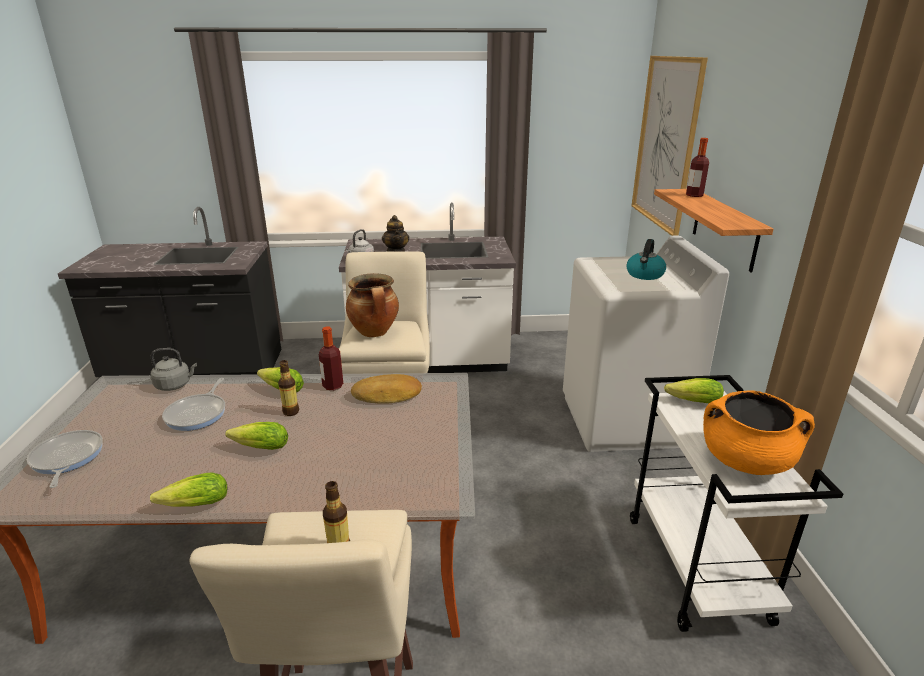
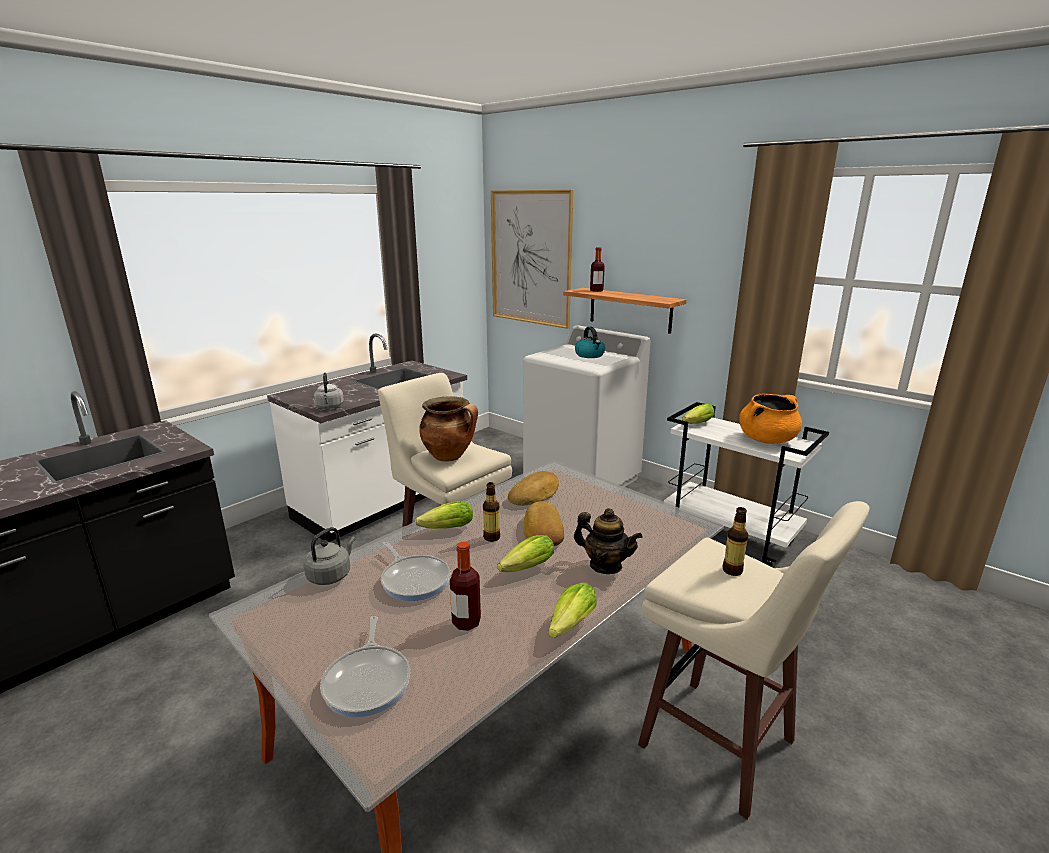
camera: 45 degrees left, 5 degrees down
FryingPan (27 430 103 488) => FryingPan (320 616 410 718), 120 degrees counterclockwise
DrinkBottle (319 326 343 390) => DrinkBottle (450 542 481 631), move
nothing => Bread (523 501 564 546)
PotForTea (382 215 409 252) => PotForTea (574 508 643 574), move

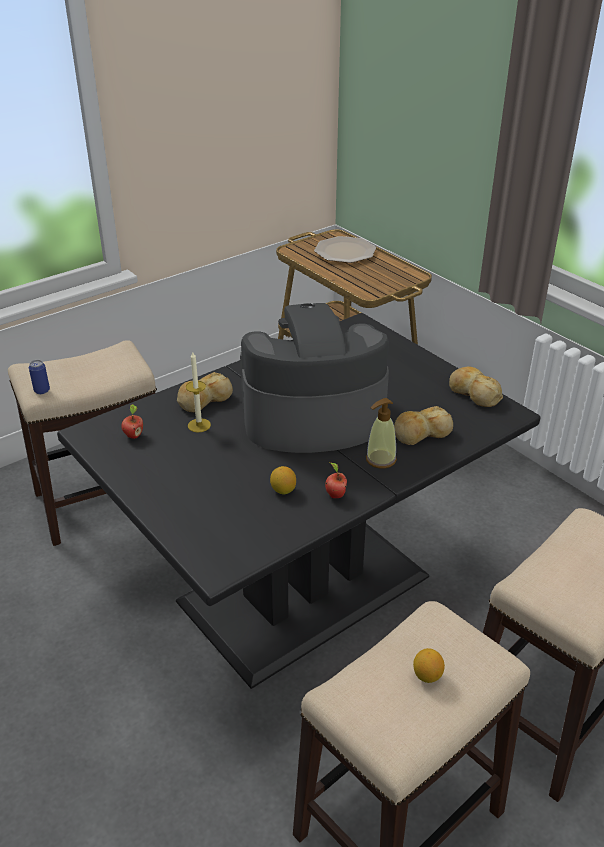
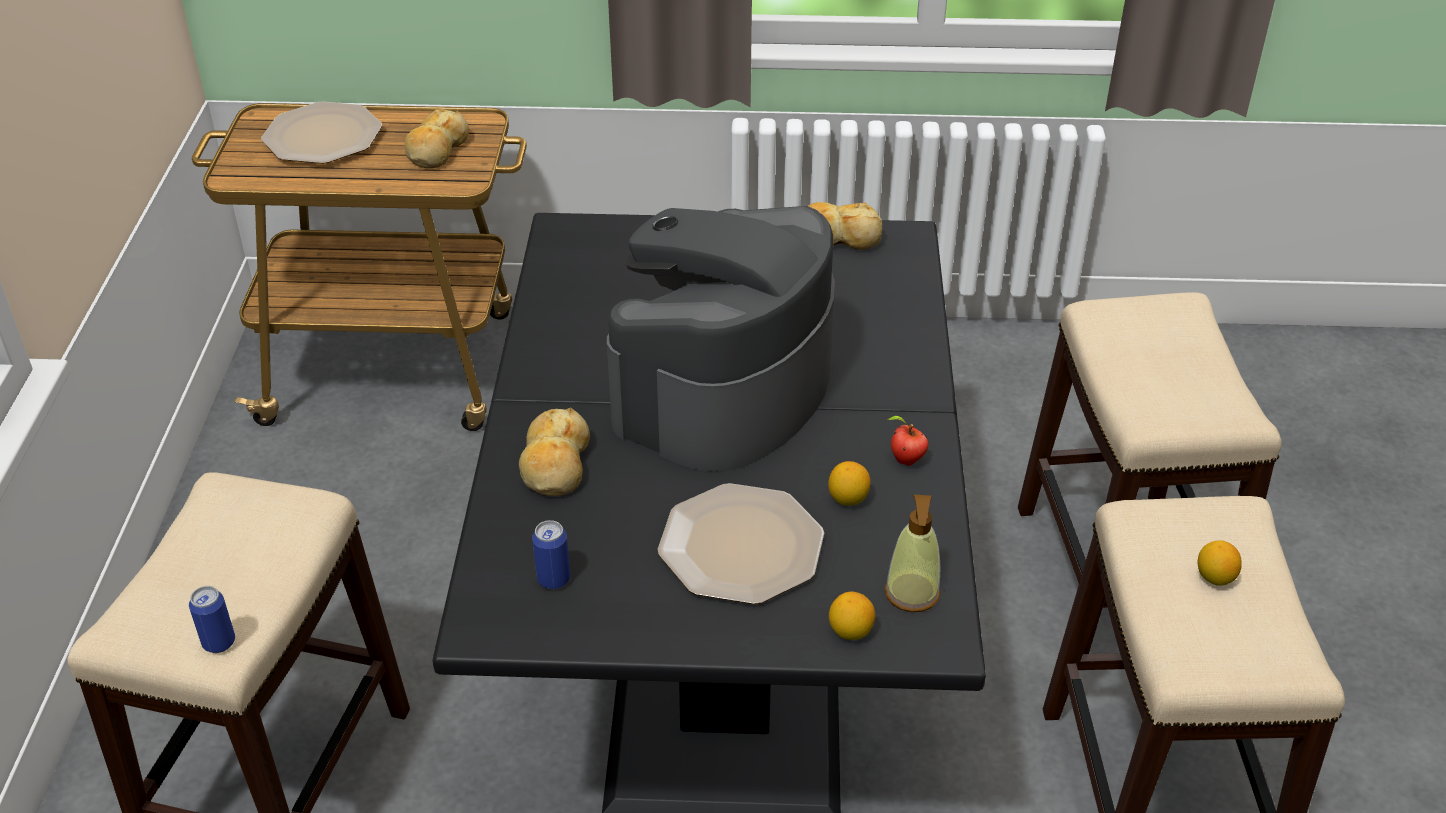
camera: 50 degrees left, 5 degrees up
Bread (394 406 453 445) => Bread (405 109 469 168), move
WholeApple (121 404 143 439) => SealedCan (532 520 570 590)
nothing => DinnerPlate (658 483 824 604)
nothing => WholeLemon (829 592 875 640)
LiquidSoapBottle (366 398 397 468) => LiquidSoapBottle (884 494 940 612), move
WaxCandle (186 352 211 432) => nothing

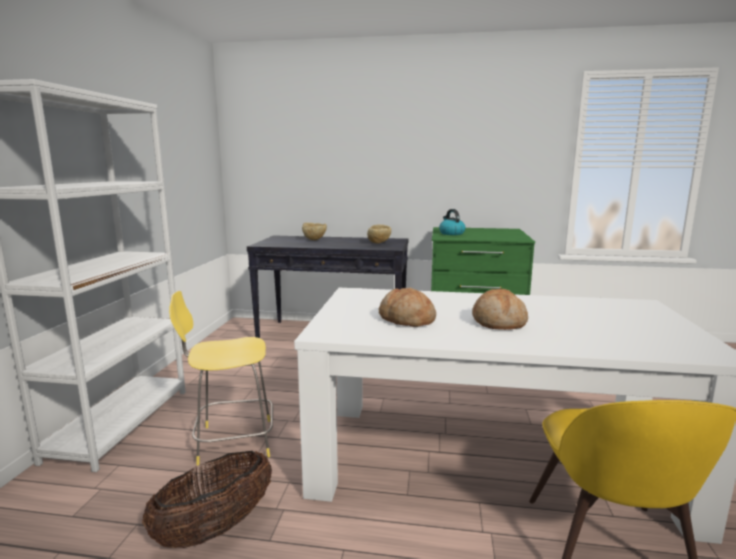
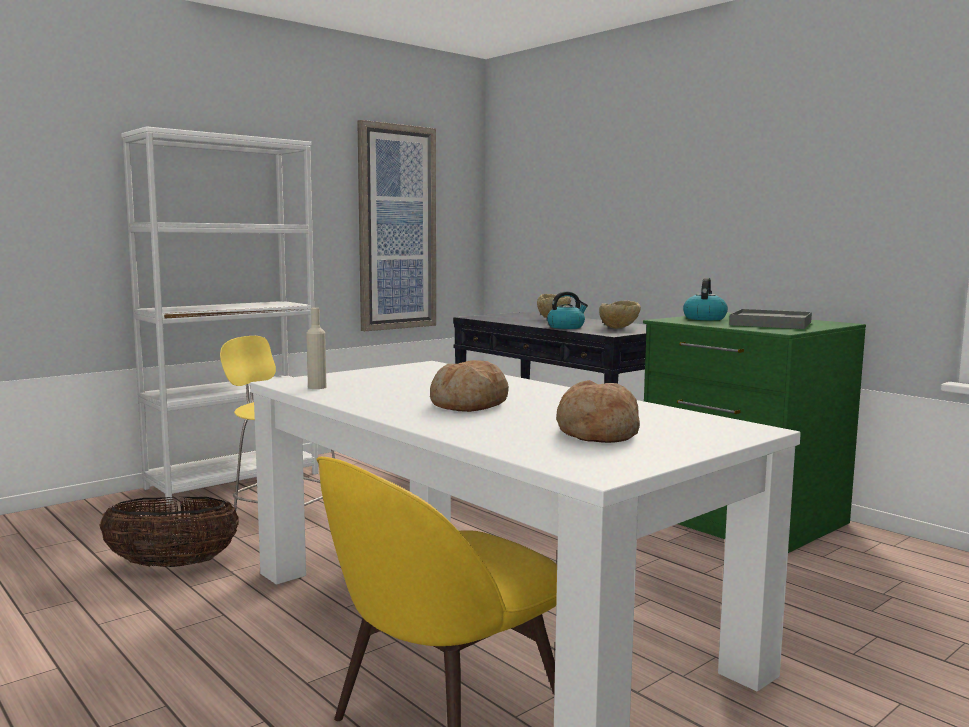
camera: 40 degrees right, 5 degrees down
nothing => BeigeColouredDrinkBottle (306 308 326 389)
nothing => WallArt (357 120 436 331)
nothing => Kettle (547 291 588 329)
Bread (379 288 436 327) => Bread (556 380 640 443), move
nothing => GreyTray (729 309 812 329)

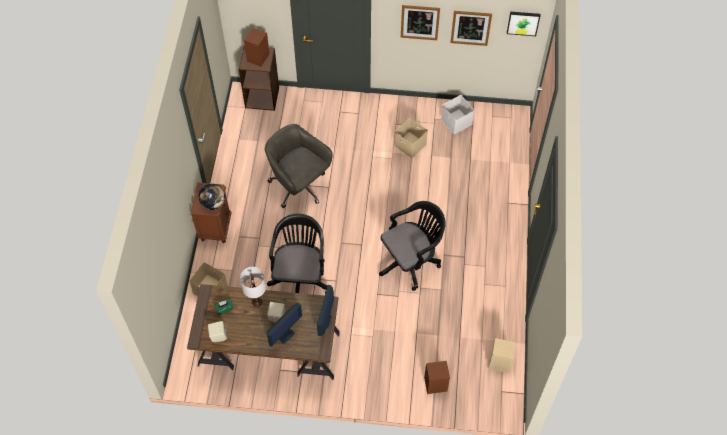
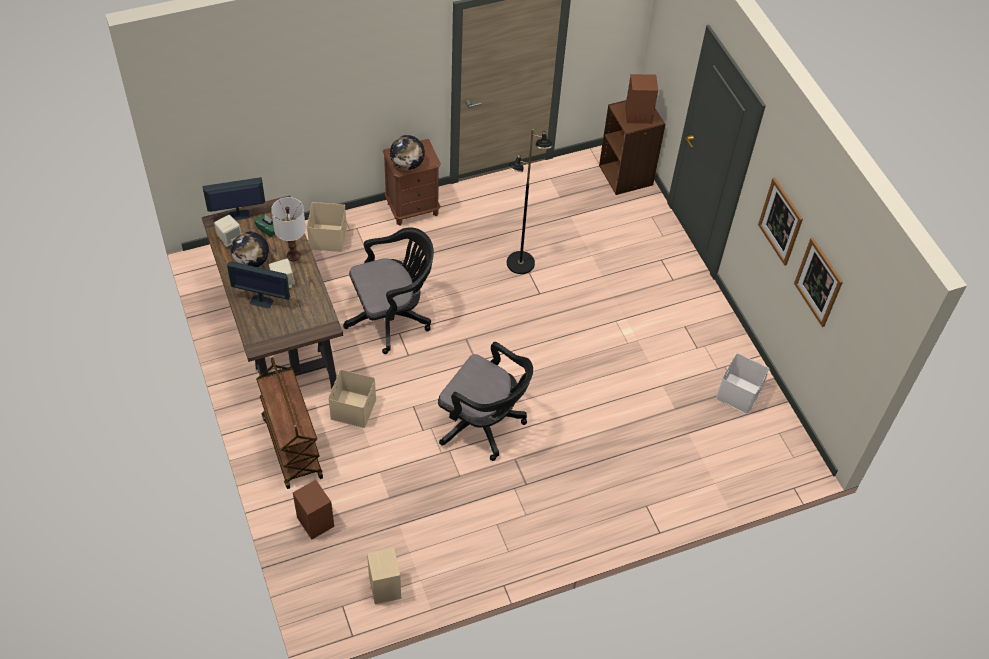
camera: 60 degrees right, 5 degrees down
ComputerDisplay (317 285 334 336) => ComputerDisplay (202 177 265 220), move
nothing => DeskGlobe (231 232 269 267)
nothing => BrownColouredTrolley (256 357 323 489)
BeigeColouredStorageBin (394 118 428 158) => BeigeColouredStorageBin (328 369 376 428), move
GreyDeskChair (265 124 333 208) => BlackColouredStandingLamp (507 129 552 274)
WallArt (507 12 540 36) => nothing

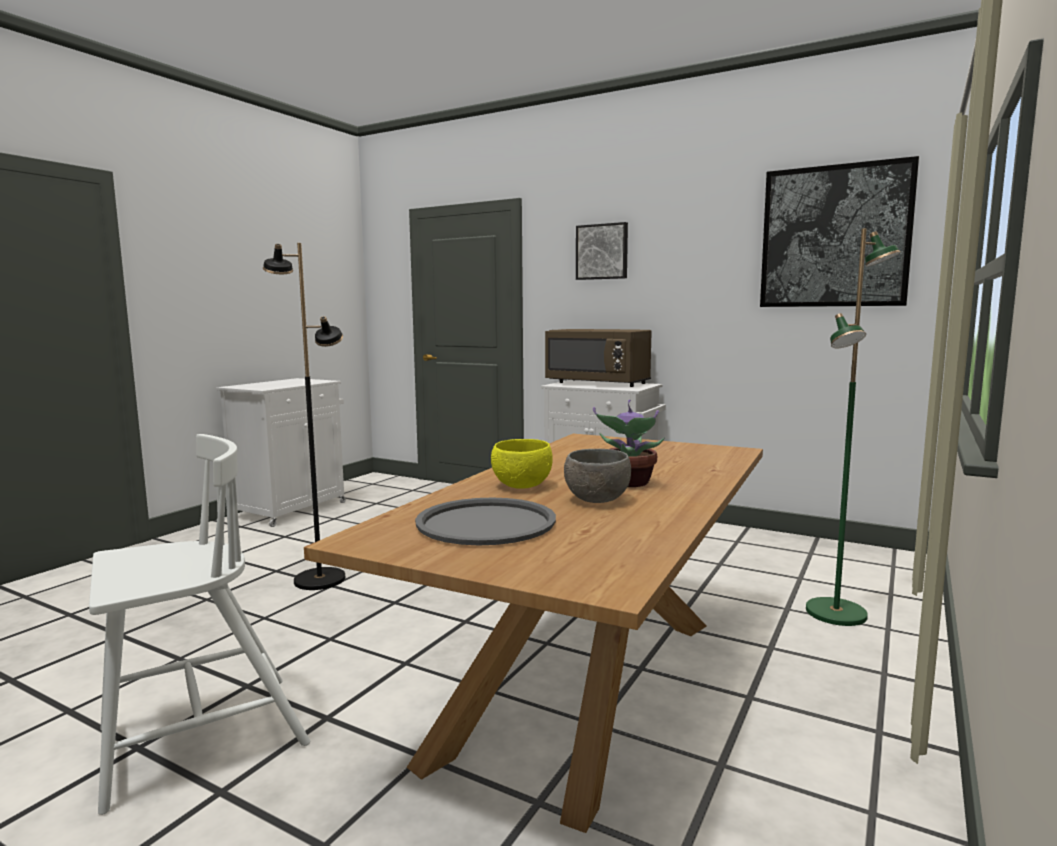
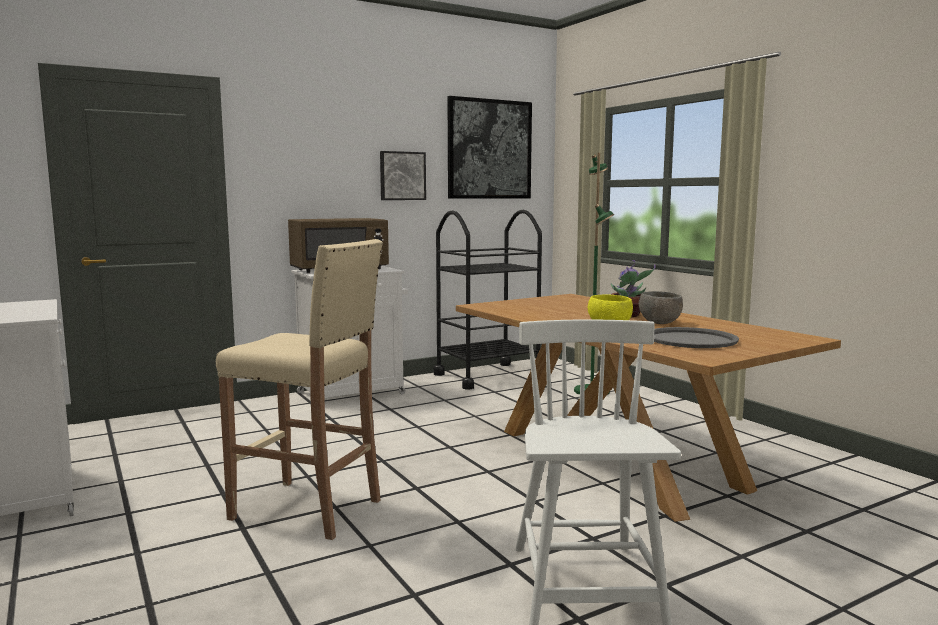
camera: 60 degrees left, 0 degrees up
BlackColouredStandingLamp (263 243 345 590) => BeigeColouredStoolSeat (216 239 383 540)
WallArt (576 222 628 280) => WallArt (380 151 426 200), move
nothing => BlackColouredTrolley (434 210 542 390)

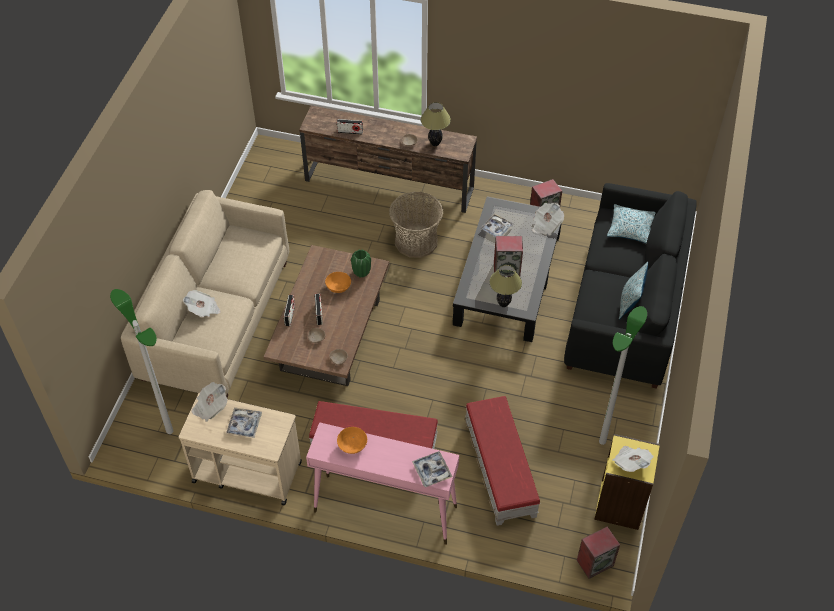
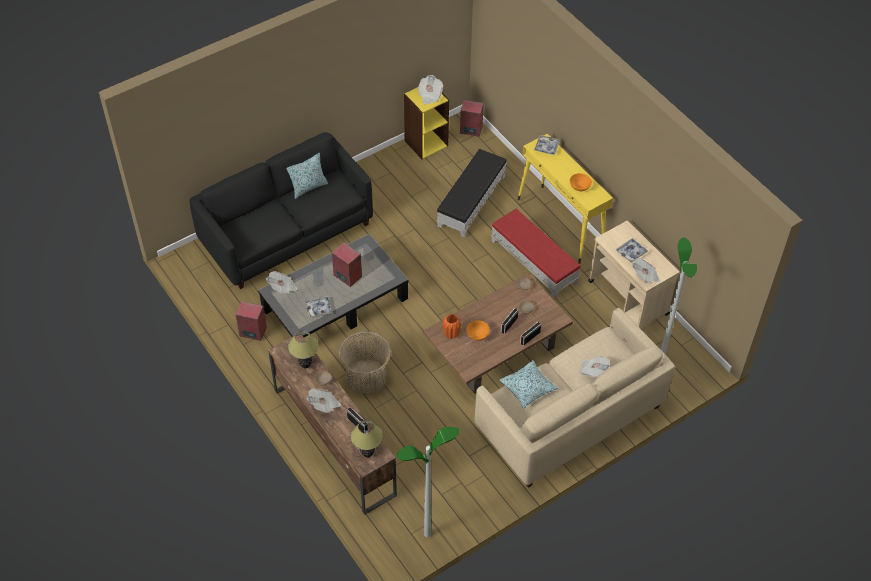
camera: 140 degrees left, 0 degrees up
nothing => Newspaper (306 388 341 413)
LampForATable (489 265 522 307) => LampForATable (351 420 383 458), move
StandingLamp (599 306 647 445) => StandingLamp (396 427 460 537), move
RedOttoman (464 396 540 526) => BlackColouredOttoman (437 149 507 238)
GreenColouredFlowerVase (351 250 371 278) => OrangeFlowerVase (443 314 461 339)
Cushion (607 204 655 243) => Cushion (500 360 557 409), move
PinkishHallTable (306 422 459 545) => YellowHallTable (518 134 613 264)

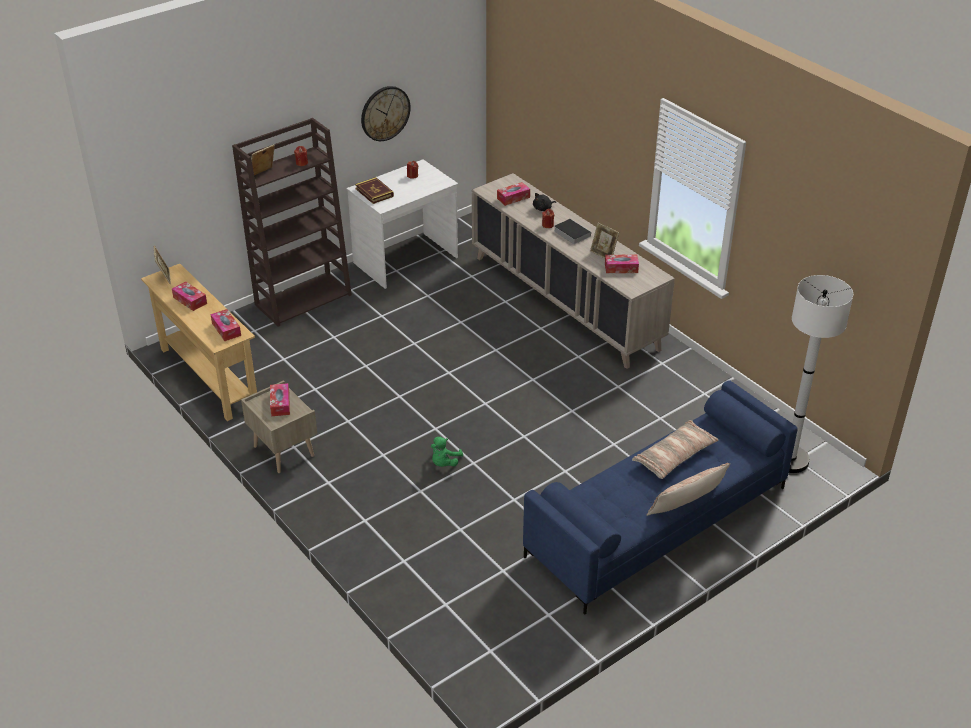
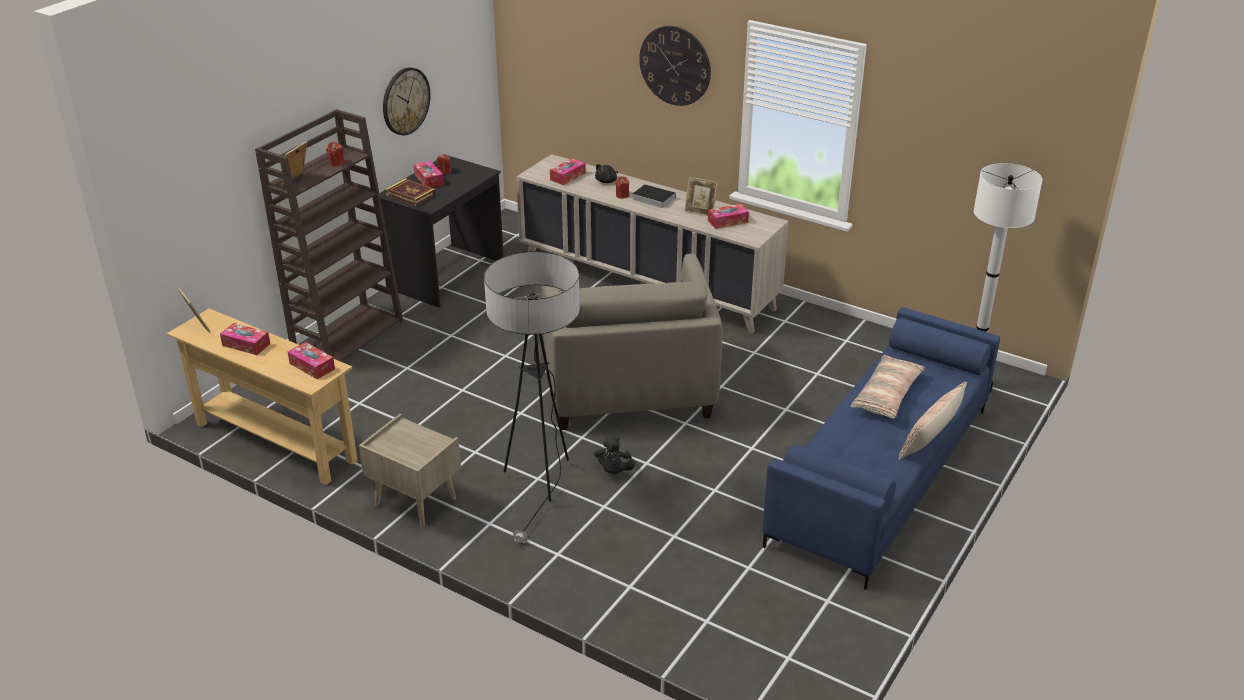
camera: 20 degrees left, 5 degrees down
WhiteDeskTable (347 159 458 289) => BlackColouredDeskTable (379 155 504 308)
BoxOfTissues (270 383 290 416) => BoxOfTissues (414 161 444 188), move
nothing => StandingLamp (484 251 580 543)
nothing => BeigeColouredArmchair (541 254 722 430)
GreenColouredCuddlyToy (431 437 463 467) => BlackColouredCuddlyToy (594 437 635 474)
nothing => WallClock (639 26 711 106)

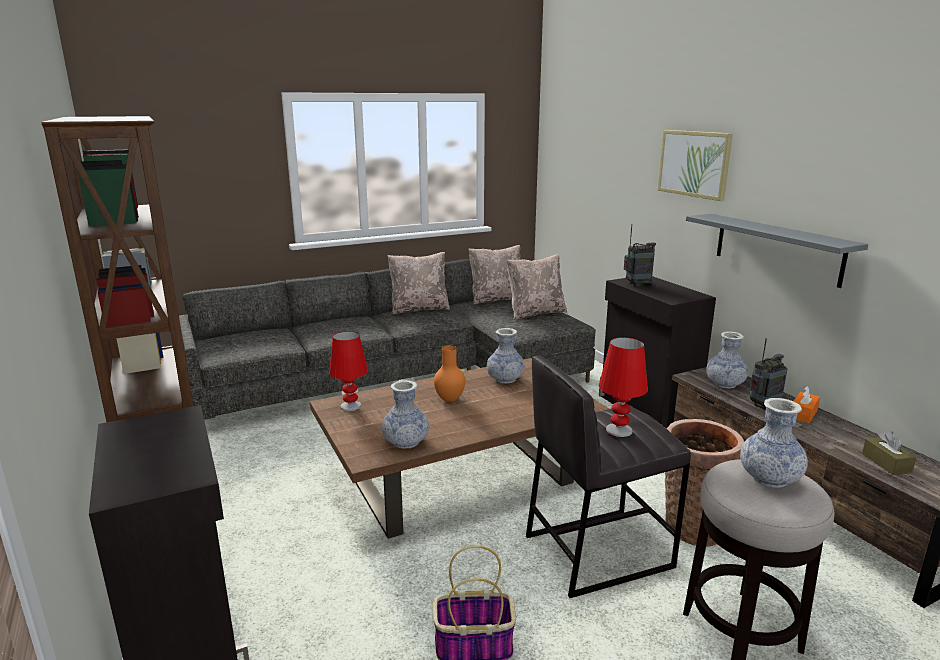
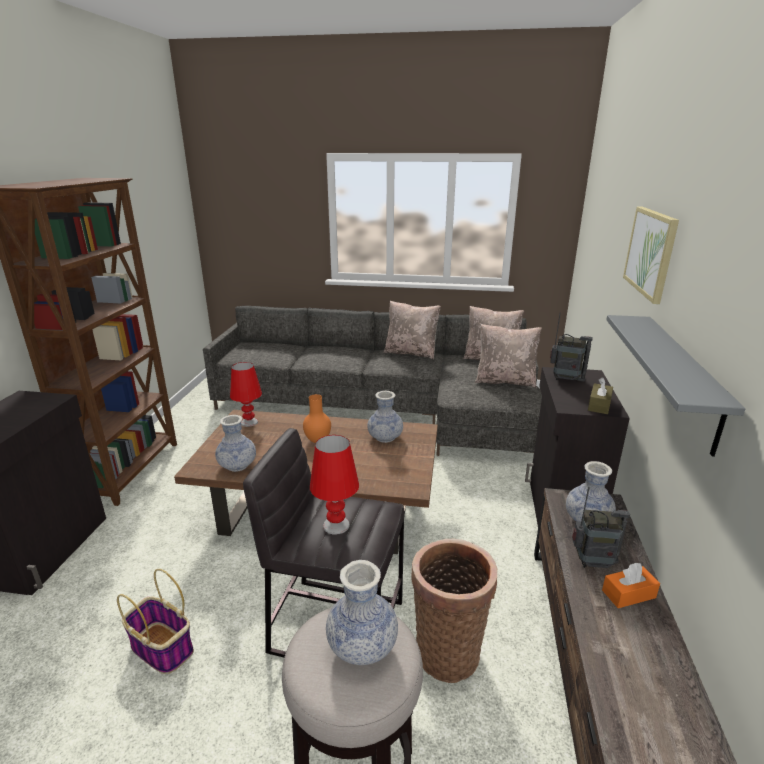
camera: 35 degrees right, 5 degrees up
BrownColouredBoxOfTissues (862 432 916 475) => BrownColouredBoxOfTissues (588 377 613 414), move

